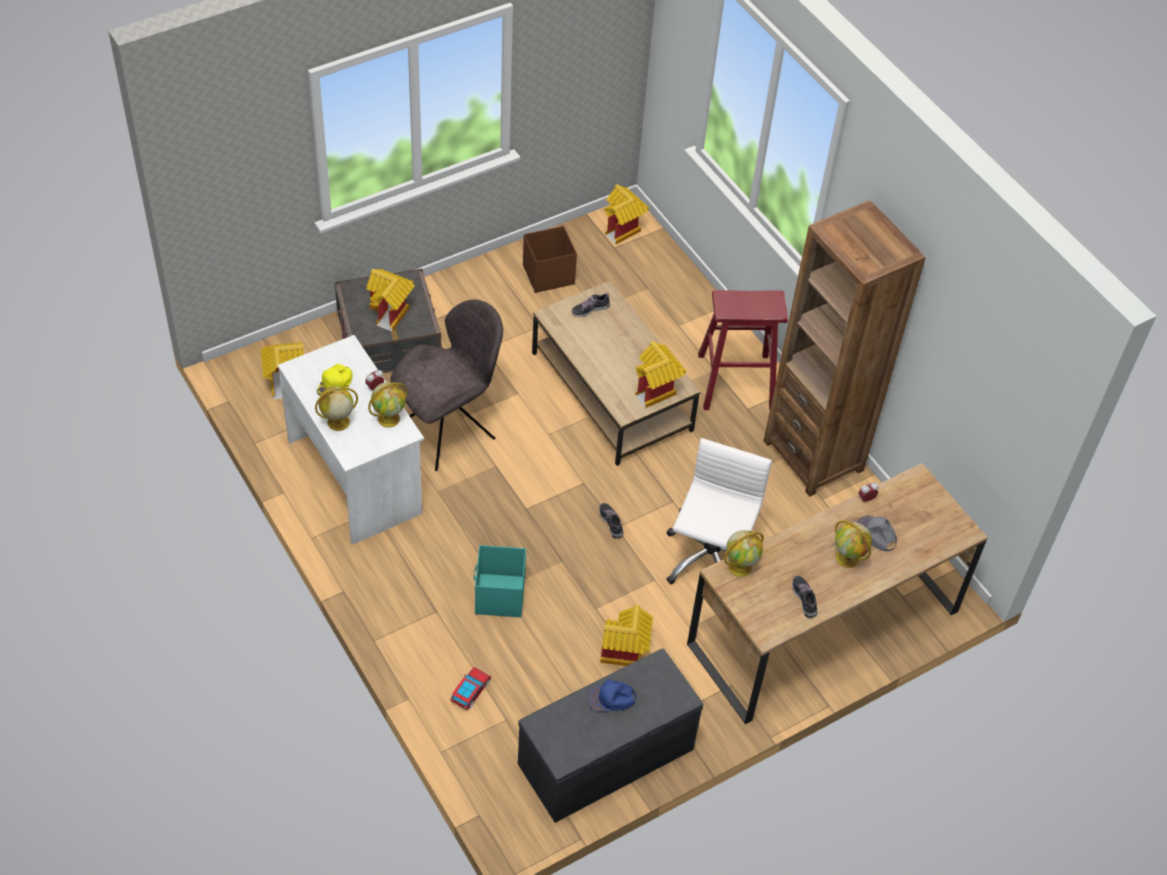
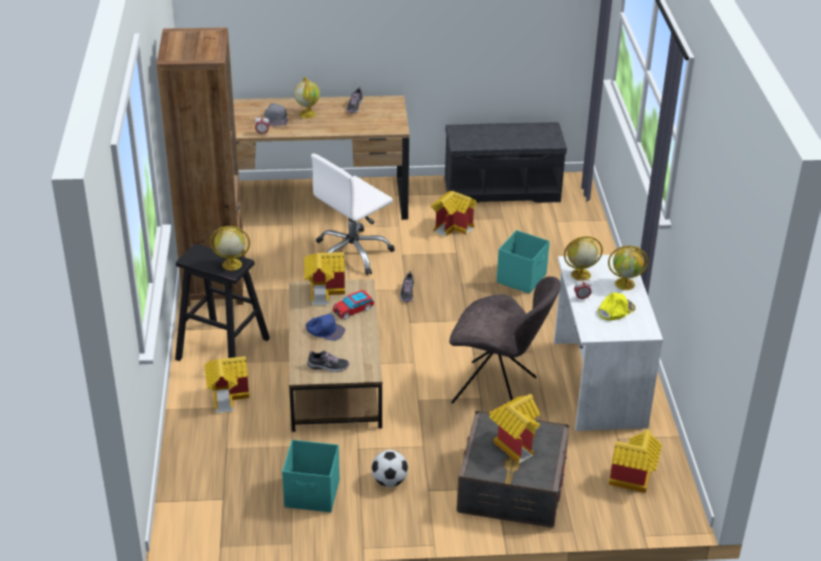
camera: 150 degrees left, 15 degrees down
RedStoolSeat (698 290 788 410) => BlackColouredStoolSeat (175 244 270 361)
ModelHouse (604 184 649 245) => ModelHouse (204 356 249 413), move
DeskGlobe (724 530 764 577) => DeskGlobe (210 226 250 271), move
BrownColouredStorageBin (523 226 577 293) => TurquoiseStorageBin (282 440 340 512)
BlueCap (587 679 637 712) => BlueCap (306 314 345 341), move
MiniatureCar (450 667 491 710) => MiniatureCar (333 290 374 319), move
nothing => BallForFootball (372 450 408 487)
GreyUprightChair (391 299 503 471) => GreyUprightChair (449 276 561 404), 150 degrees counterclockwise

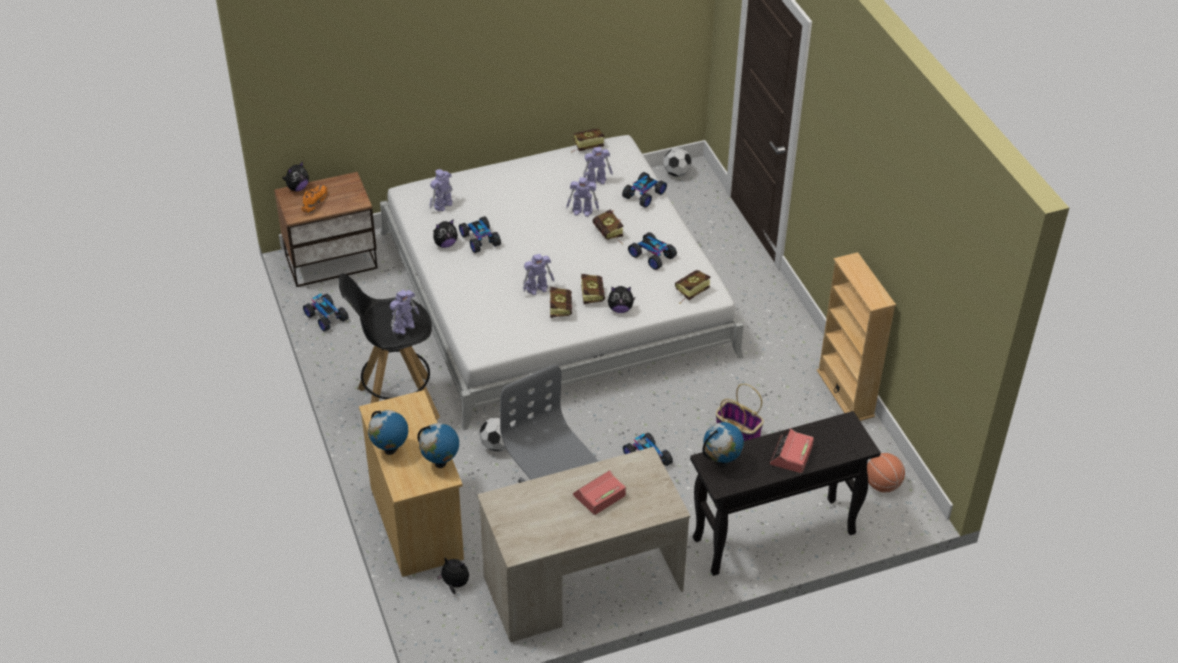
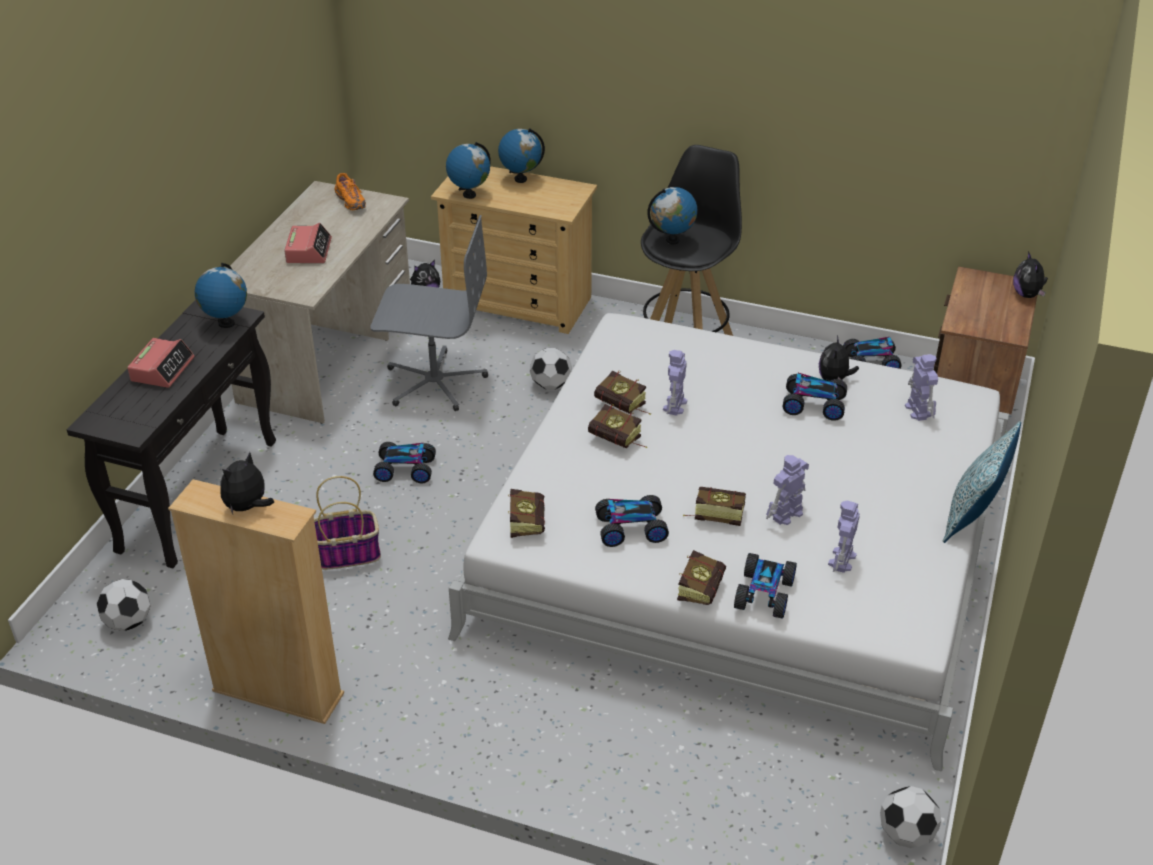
camera: 130 degrees right, 5 degrees down
Basketball (867 453 905 492) => BallForFootball (97 579 151 631)
BedsideClock (770 428 814 473) => BedsideClock (127 338 195 388), 45 degrees clockwise
CuddlyToy (608 286 635 313) => CuddlyToy (220 452 274 514), move
OrangeLowShoe (302 185 327 213) => OrangeLowShoe (335 173 366 211), move
RobotFigure (390 289 419 335) => DeskGlobe (647 187 698 245)
BoundBook (571 128 604 152) => BoundBook (677 550 726 605), move
MiniatureCar (622 172 667 208) => MiniatureCar (734 553 797 619), 150 degrees counterclockwise
nothing => Cushion (943 421 1021 543)

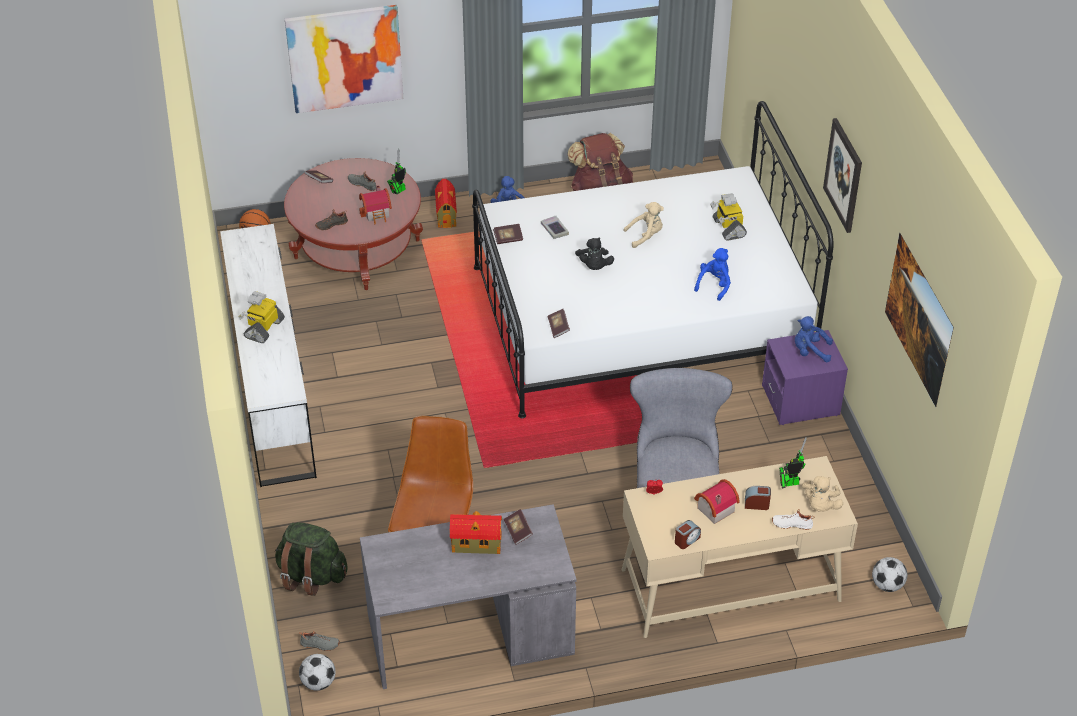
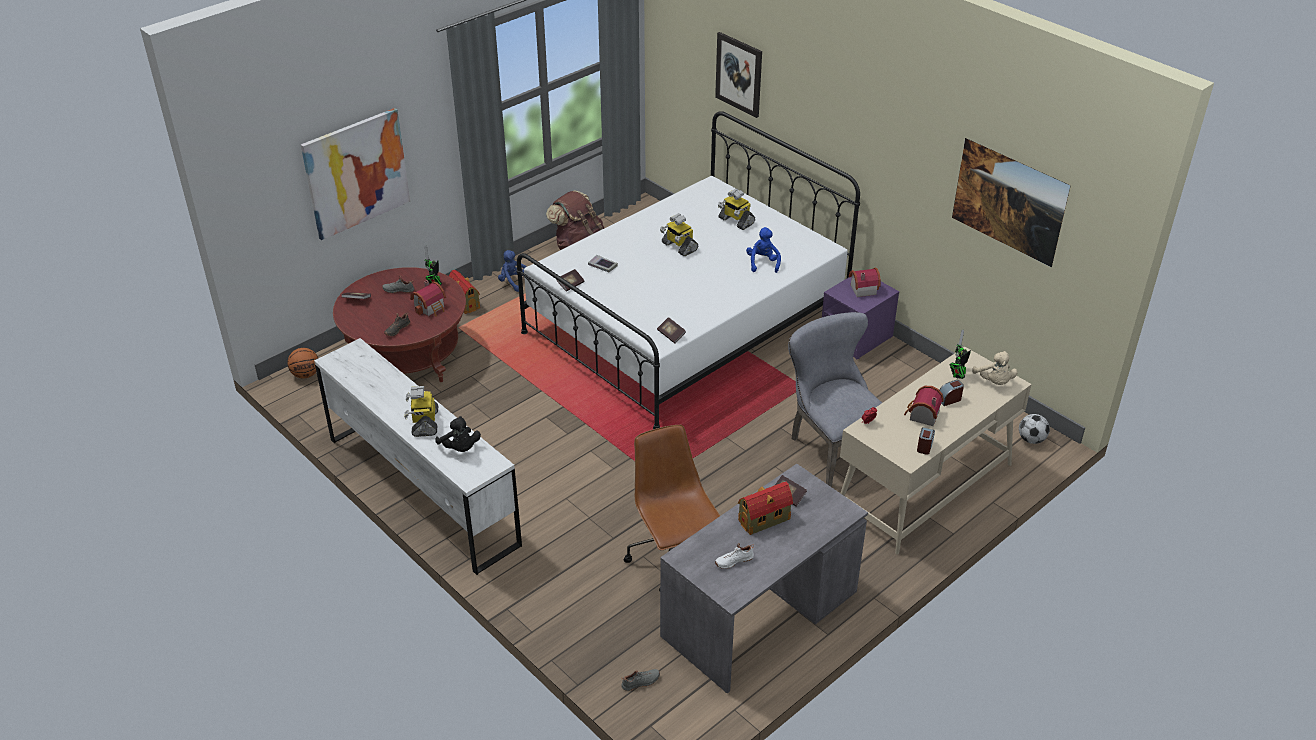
camera: 30 degrees left, 5 degrees down
BlackColouredCuddlyToy (575 238 614 270) => BlackColouredCuddlyToy (435 416 481 452), move
BeigeColouredCuddlyToy (623 202 664 248) => RobotFigure (660 214 698 256)
WallArt (823 118 862 233) => WallArt (715 32 762 118), move
WhiteLowShoe (772 509 814 530) => WhiteLowShoe (715 543 754 569), move
BlueCuddlyToy (795 316 833 362) => ModelHouse (849 268 881 297)
GreenColouredBackpack (275 522 348 596) => nothing
BallForFootball (299 654 336 691) => nothing

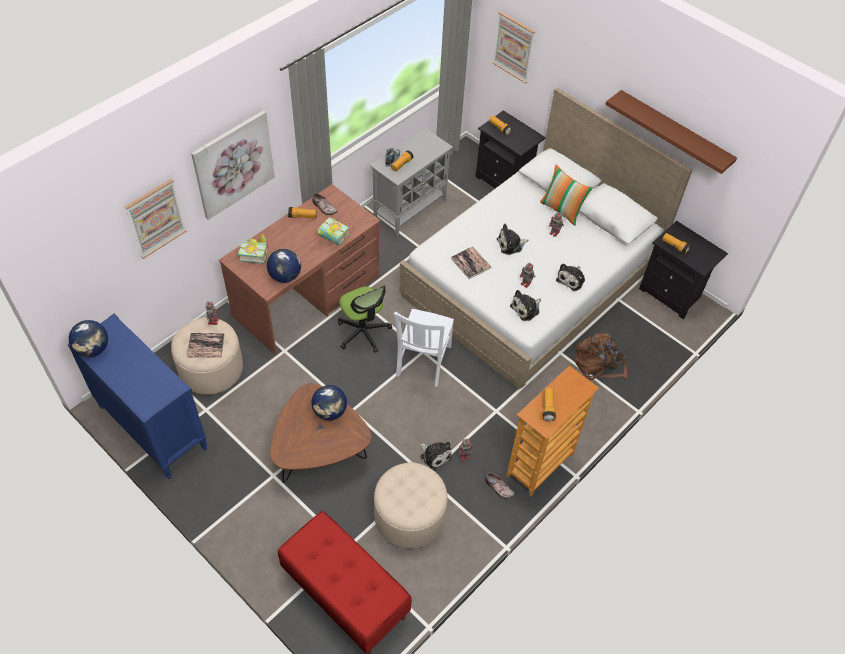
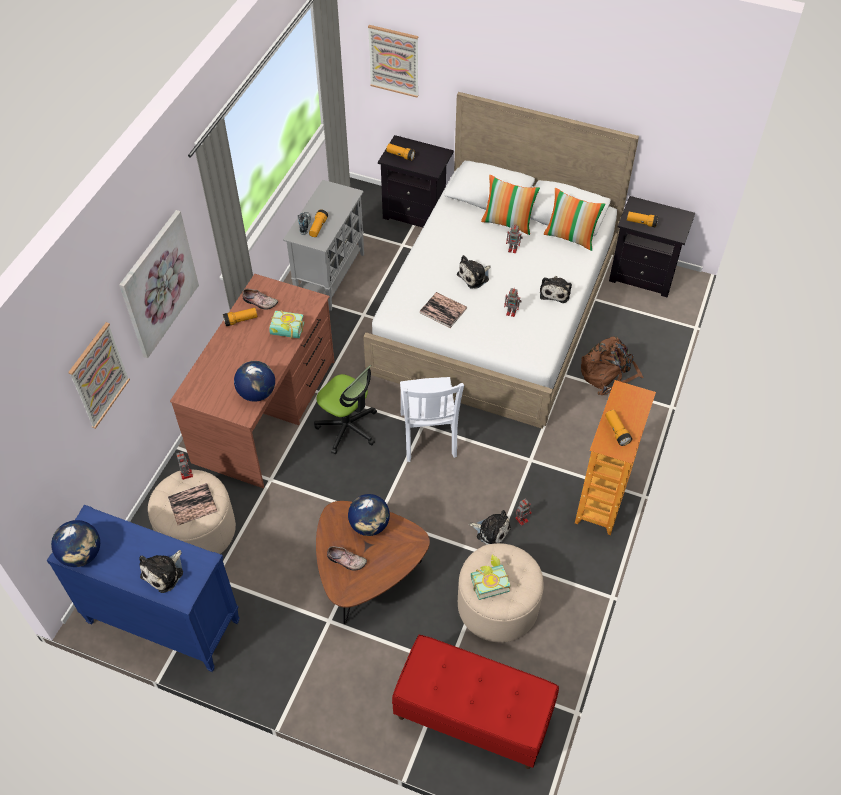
camera: 20 degrees left, 0 degrees up
CuddlyToy (510 290 541 321) => CuddlyToy (139 550 183 593), move
LowShoe (485 473 515 499) => LowShoe (327 546 367 571), move
BoundBook (238 234 268 264) => BoundBook (471 555 511 600), move
nothing => Cushion (544 188 605 251)
BrownColouredBracketShelf (605 90 737 174) => nothing

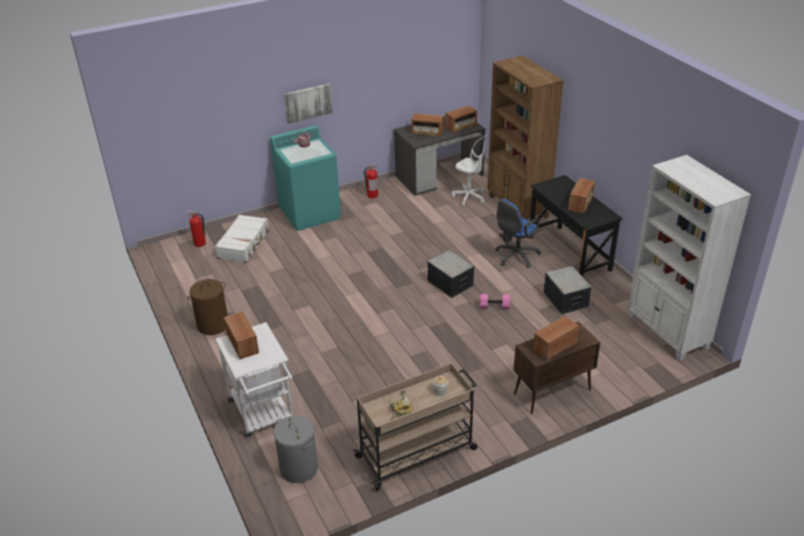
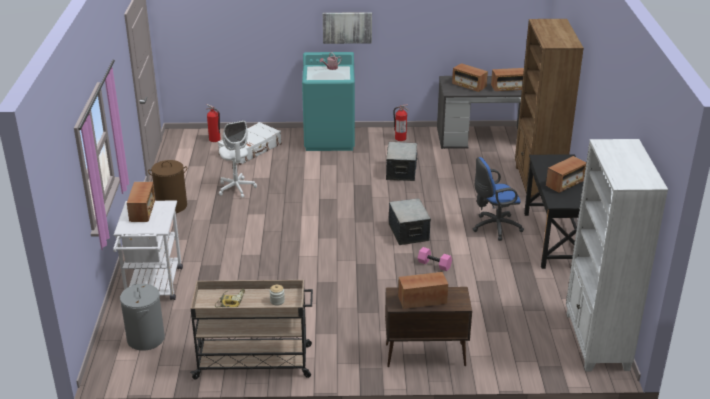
camera: 25 degrees right, 5 degrees down
WhiteDeskChair (452 135 486 206) => WhiteDeskChair (219 121 257 198), move
StorageBin (544 266 592 314) => StorageBin (386 142 418 181), move

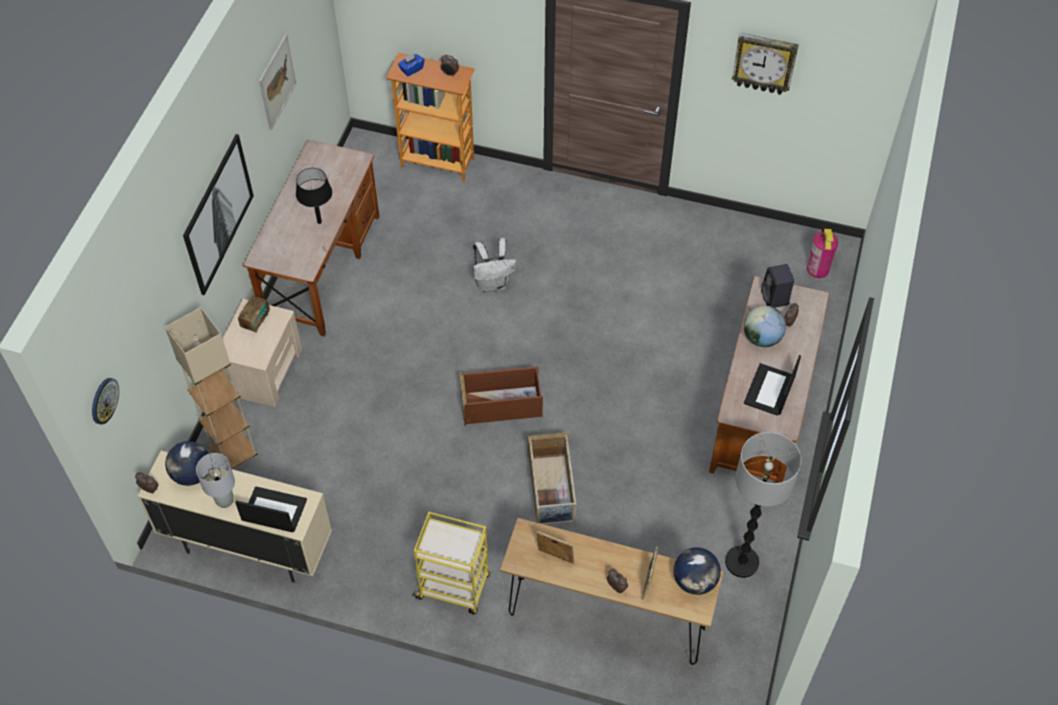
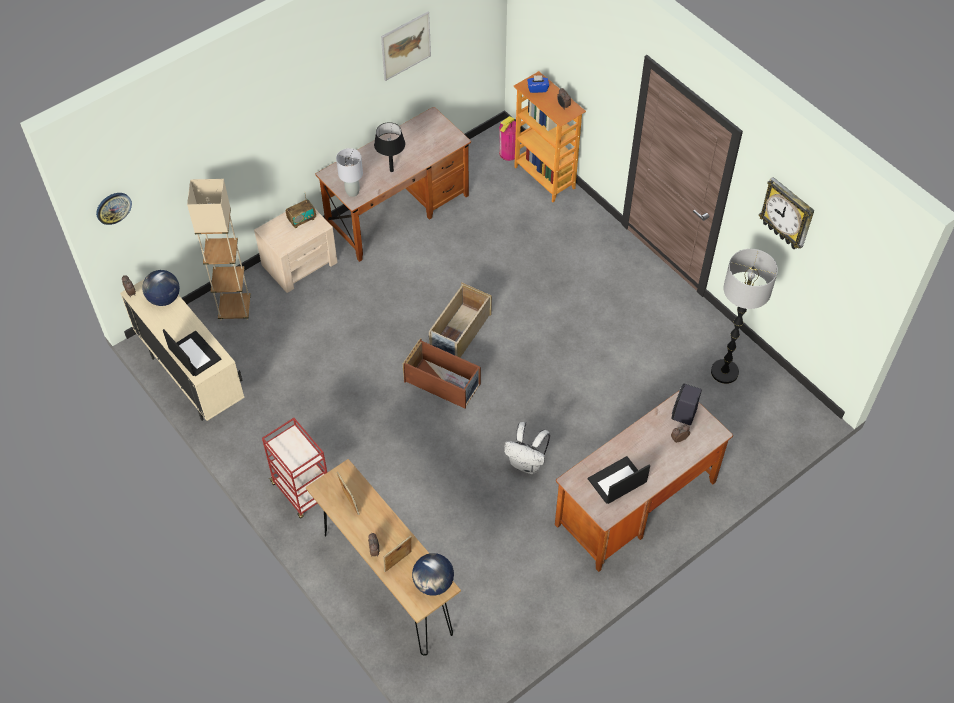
camera: 35 degrees right, 0 degrees up
YellowTrolley (412 512 490 614) => RedTrolley (262 418 327 519)
GreyLampForATable (196 453 235 508) => GreyLampForATable (336 148 363 197), move
BeigeColouredStorageBin (527 433 577 525) => BeigeColouredStorageBin (429 283 492 358), move
FireExtinguisher (807 228 838 278) => FireExtinguisher (499 116 516 161), move
WhiteBackpack (473 238 517 292) => WhiteBackpack (504 422 550 474), move
StandingLamp (725 432 802 578) => StandingLamp (711 249 778 384), move
WallArt (183 134 254 295) => nothing
DeskGlobe (744 306 786 347) => nothing

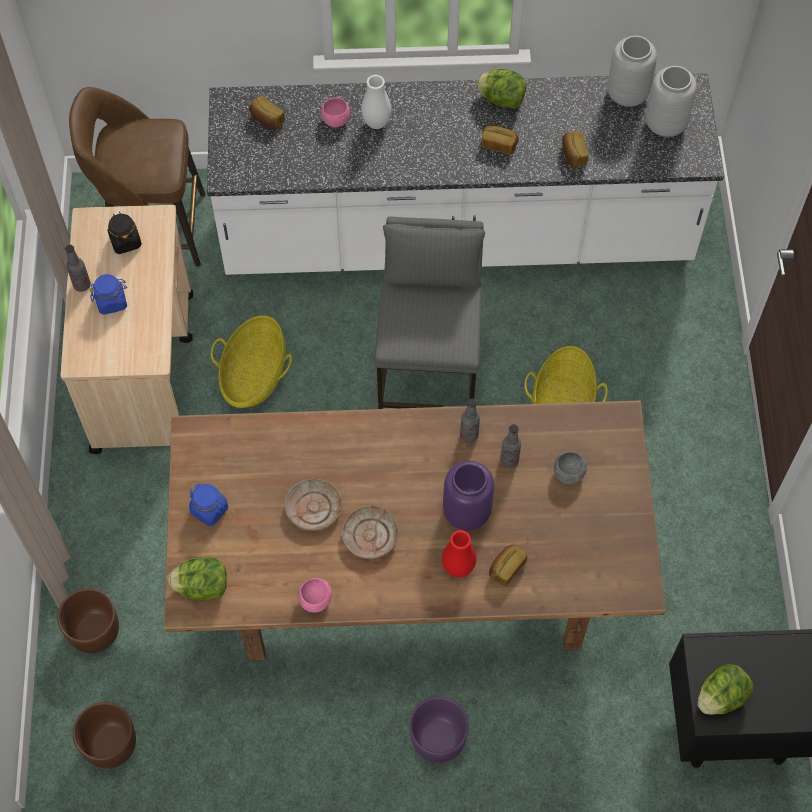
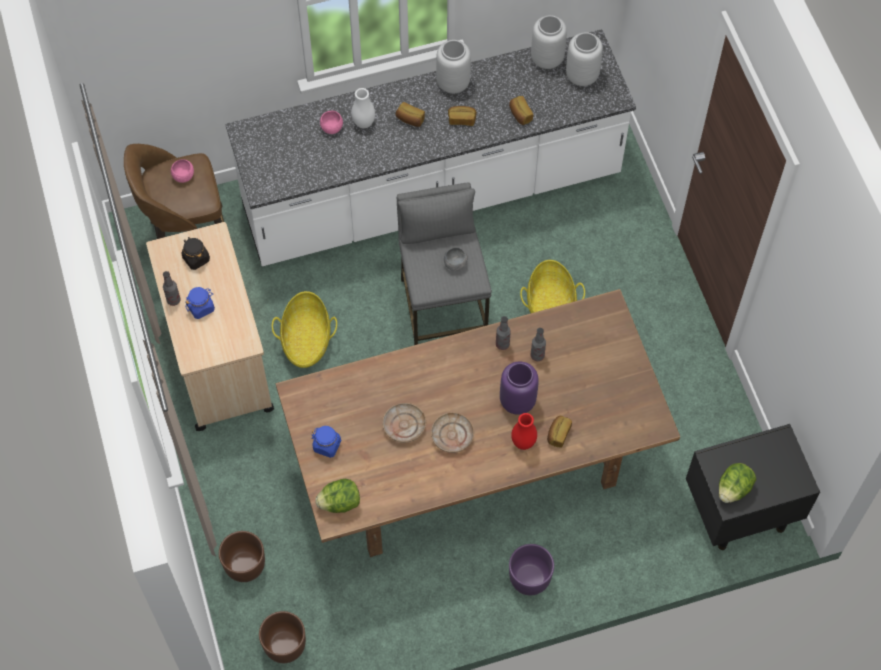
camera: 15 degrees left, 0 degrees up
PinkishBowl (298 578 332 613) => PinkishBowl (171 159 194 183), move
Bread (249 96 285 130) => Bread (395 102 425 127), move
Lettuce (476 69 526 109) => GreyFlowerVase (436 40 471 94)
GreyBowl (554 452 587 484) => GreyBowl (444 247 468 271), move

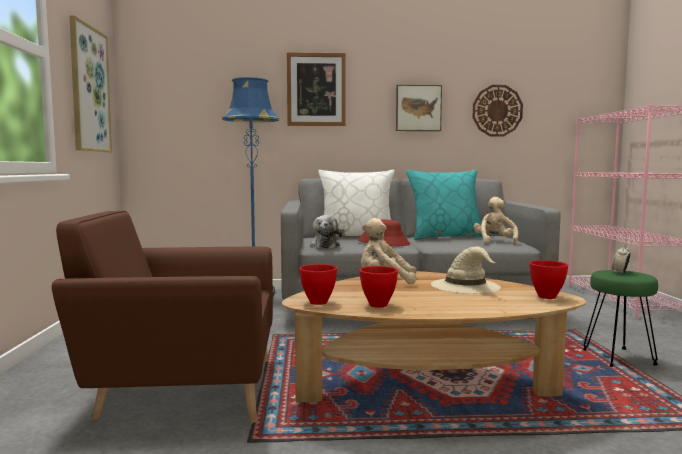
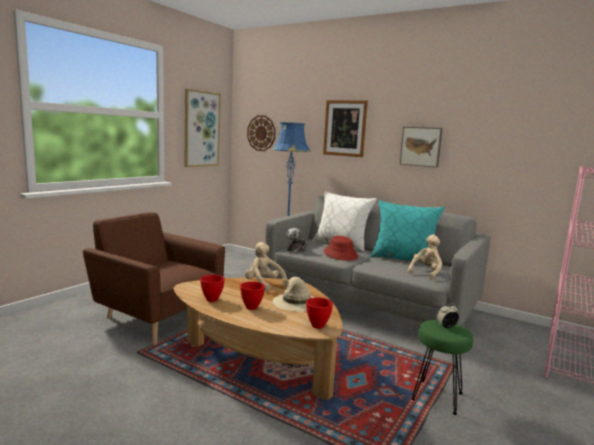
camera: 35 degrees right, 5 degrees up
RedBowl (299 264 337 305) => RedBowl (240 281 265 310), move
WallClock (472 85 523 137) => WallClock (247 115 276 151), move

